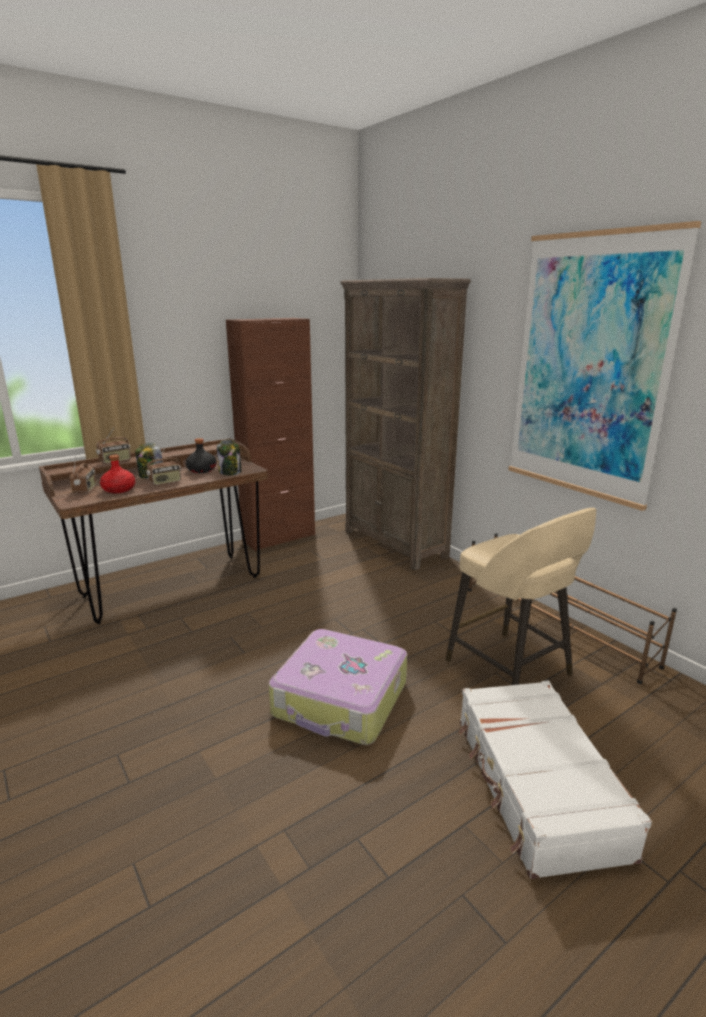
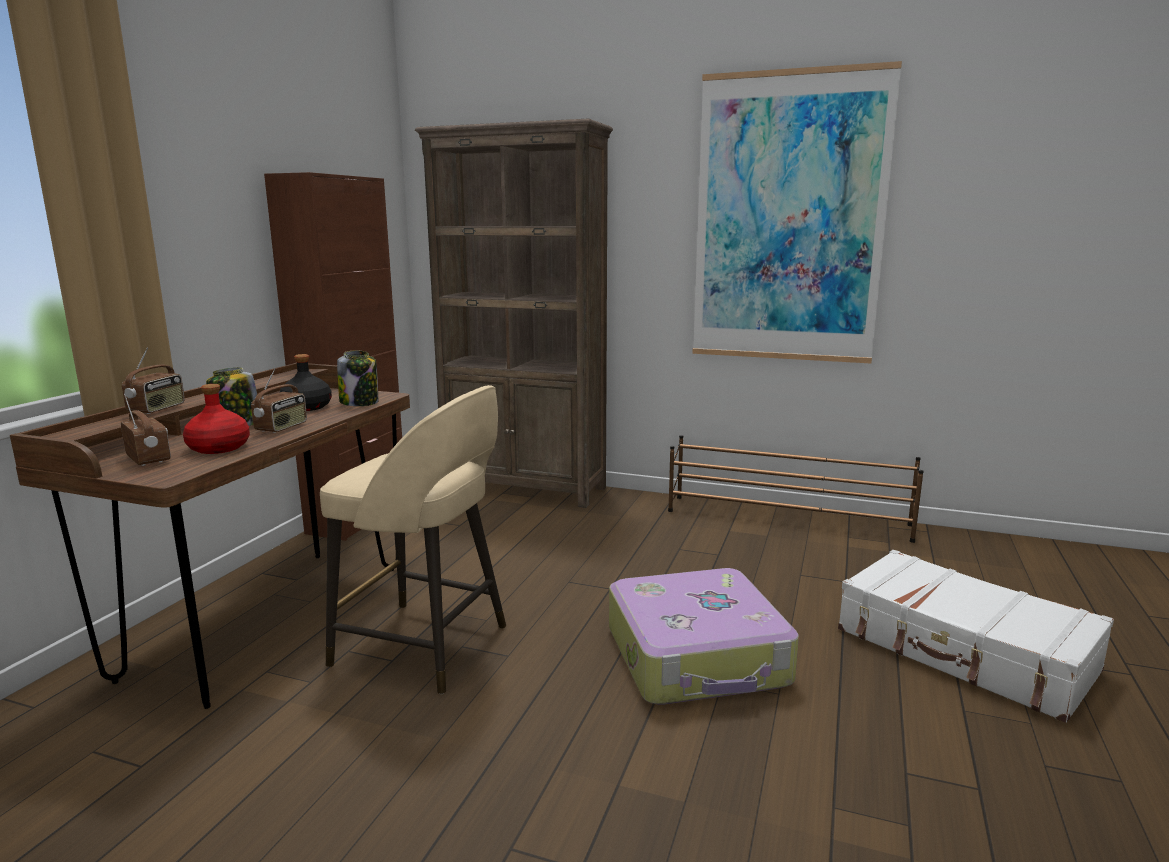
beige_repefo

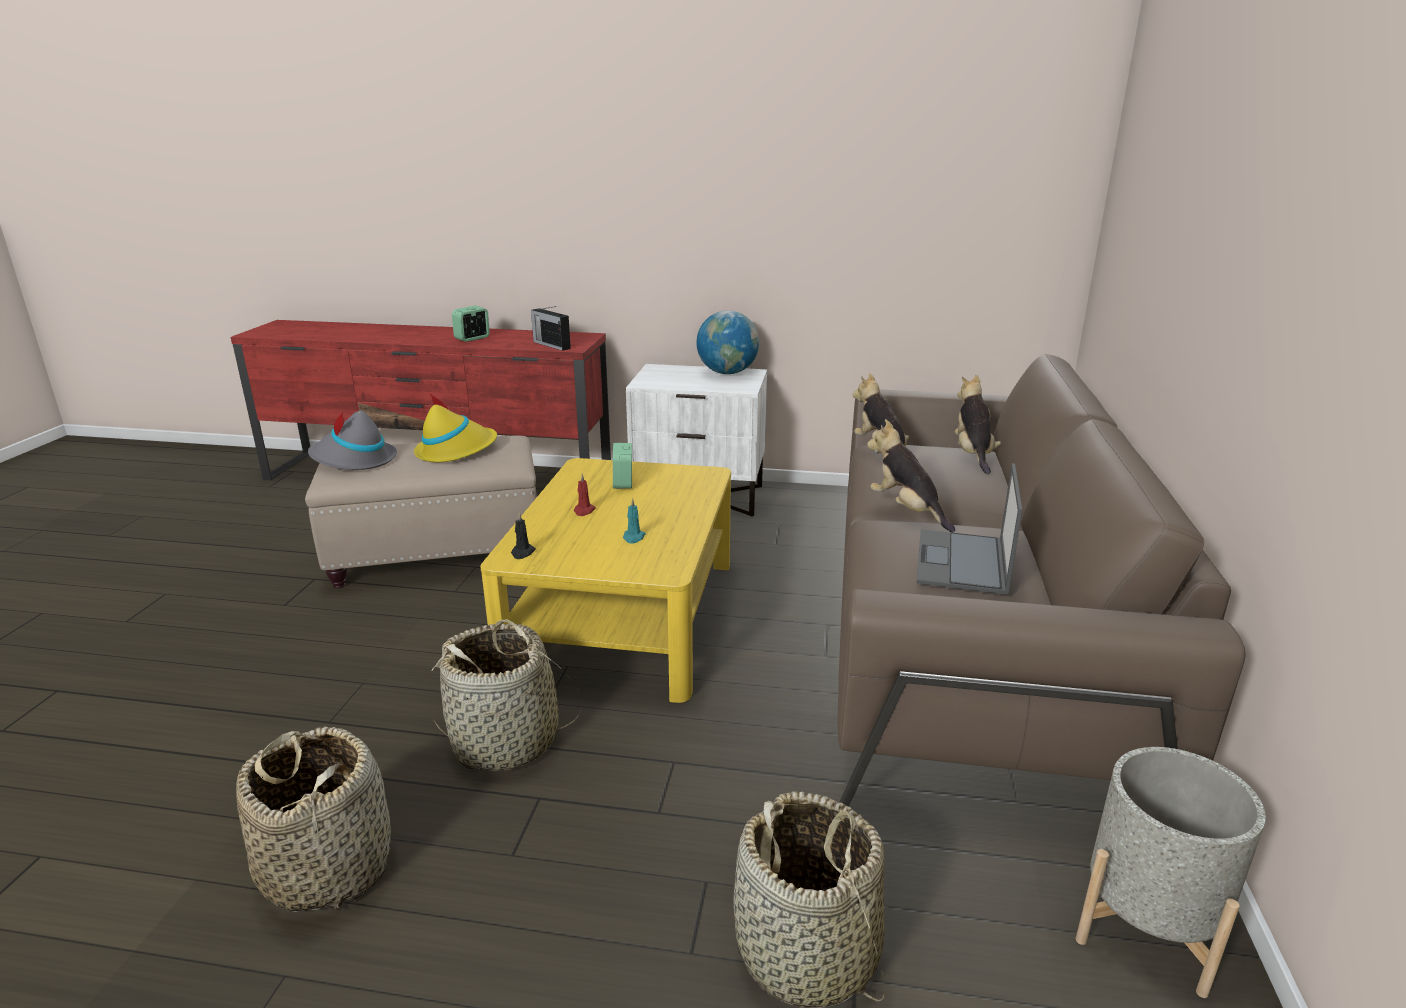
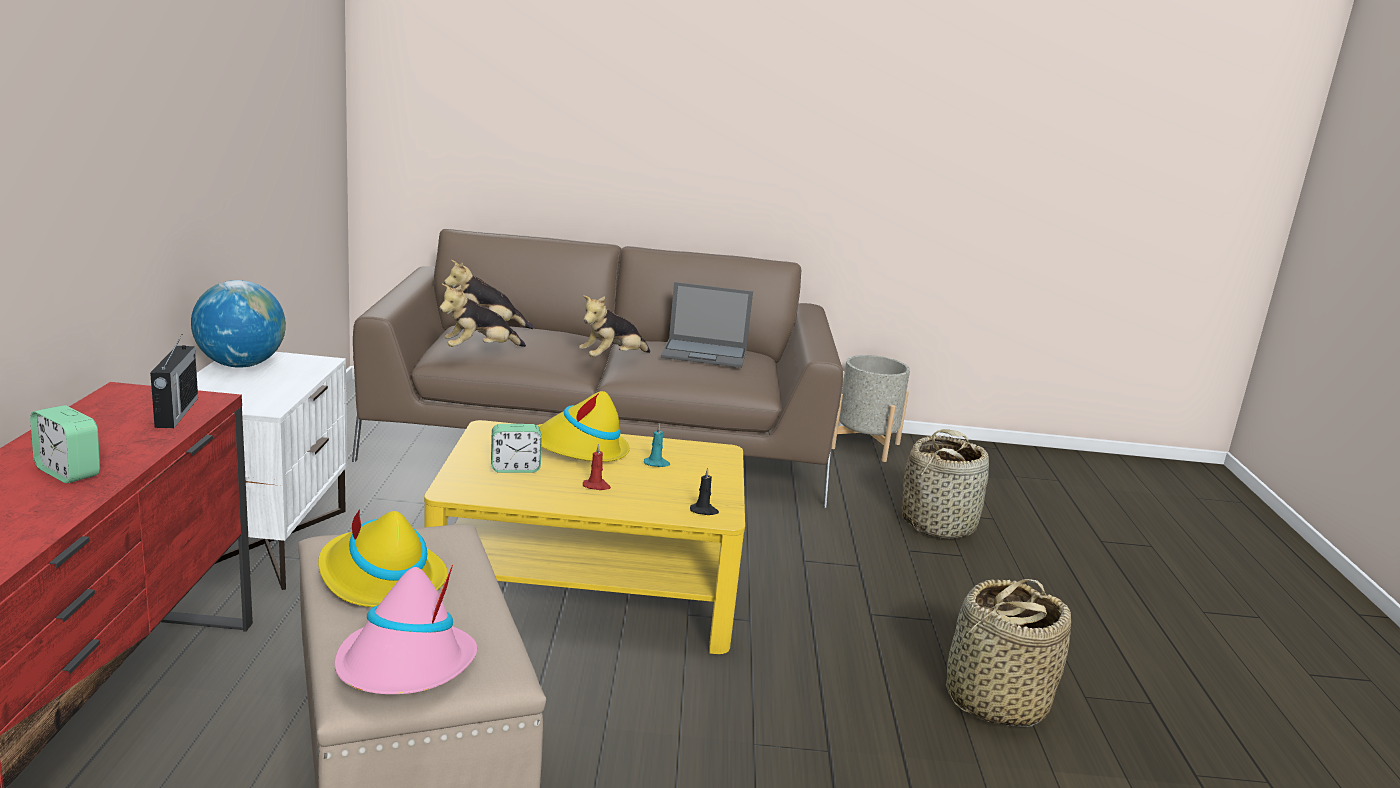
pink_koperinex; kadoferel (2nd from left in the first image); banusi; yellow_koperinex (2nd from left)

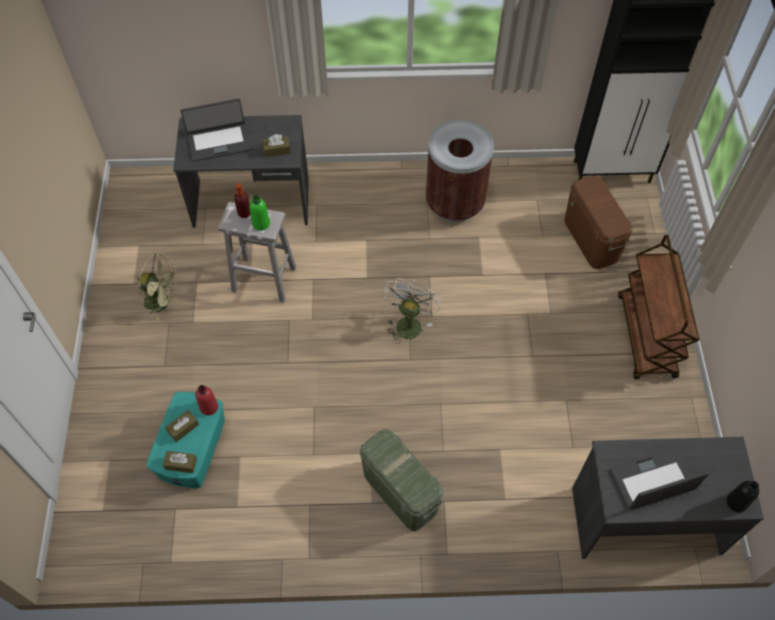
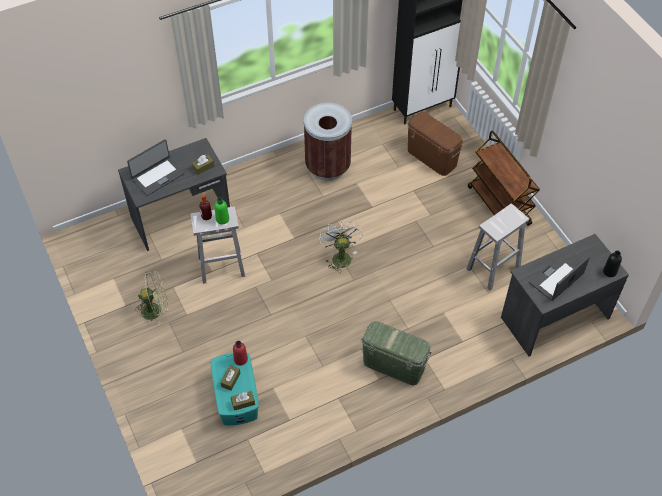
white_repefo (2nd from left)

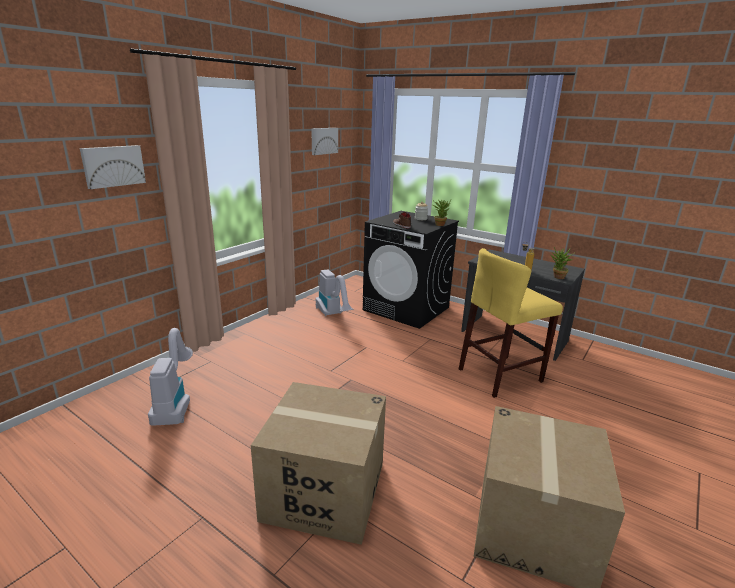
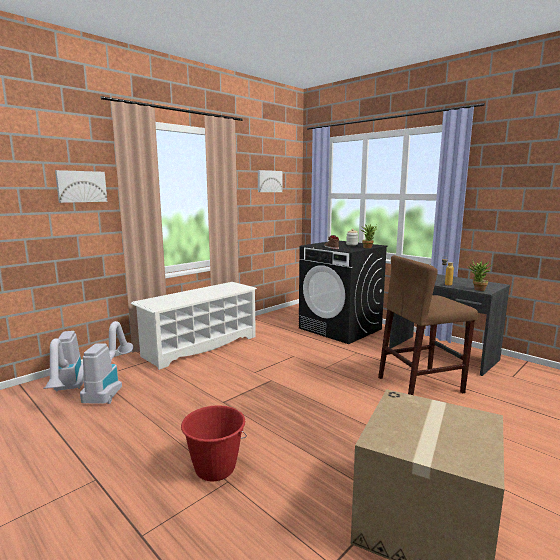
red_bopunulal; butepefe (1st from left); brown_repefo; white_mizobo

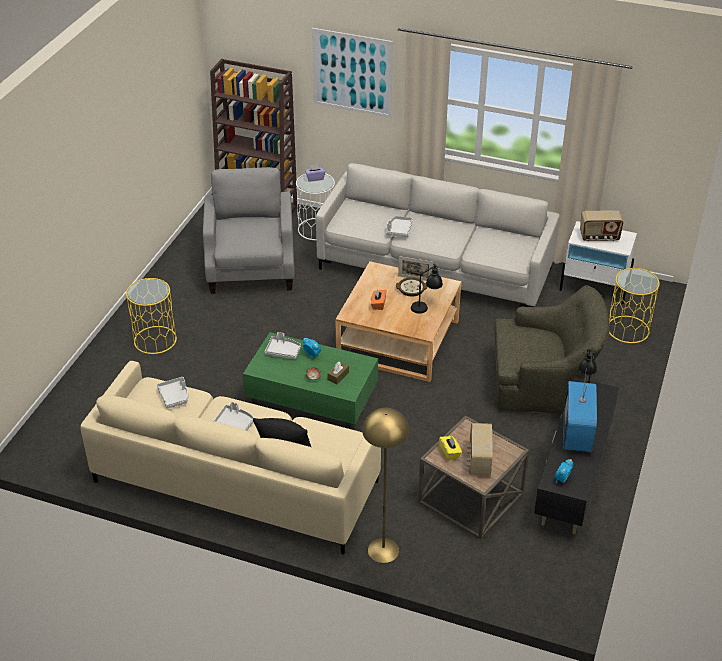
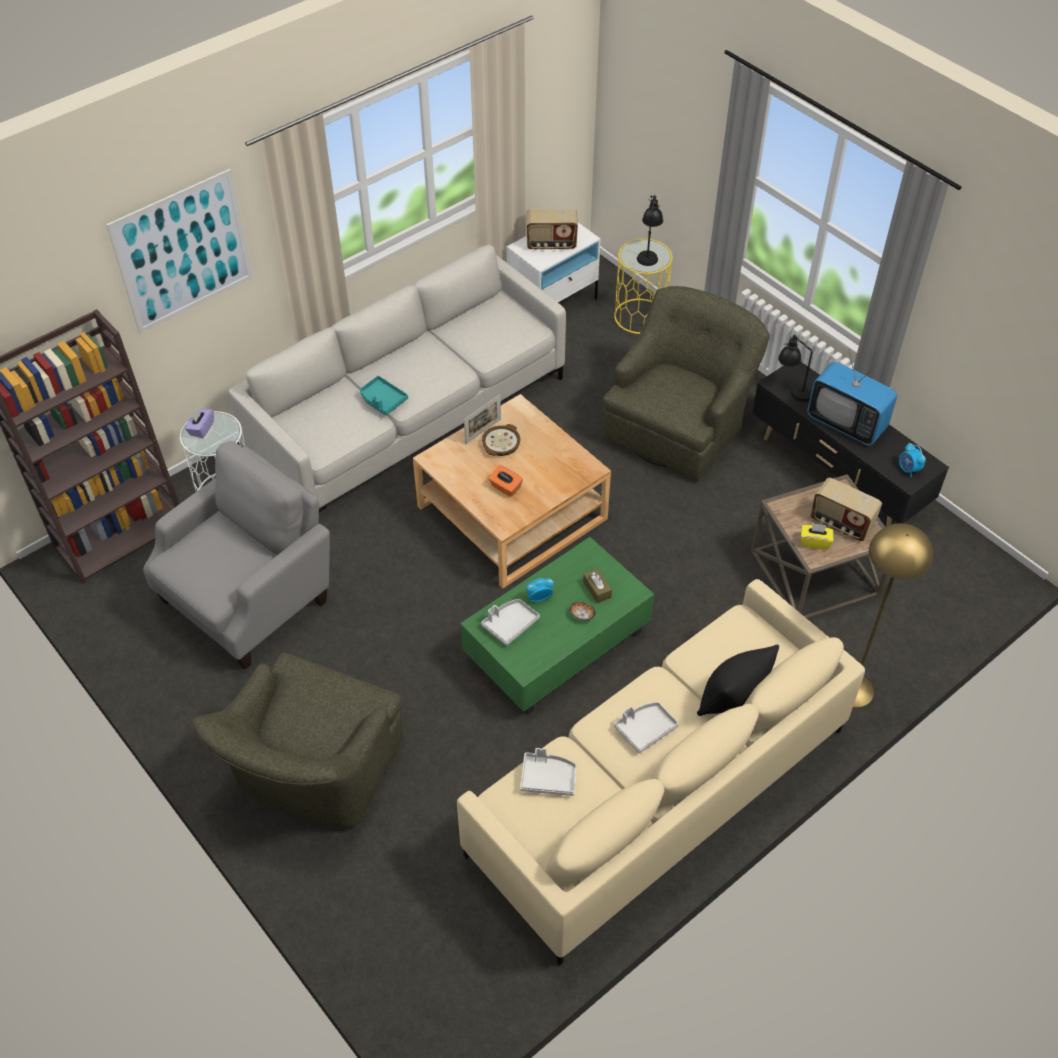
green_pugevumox (1st from left); grey_pugevumox; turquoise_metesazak; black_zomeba (1st from left); banusi (1st from left)

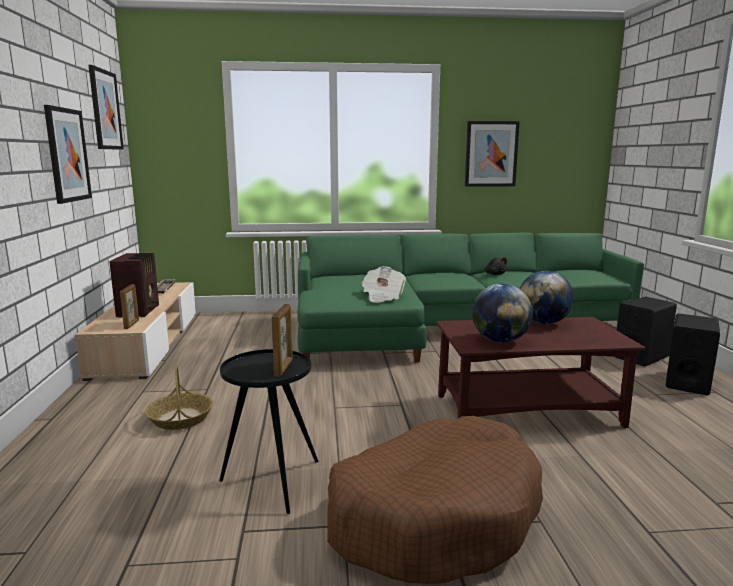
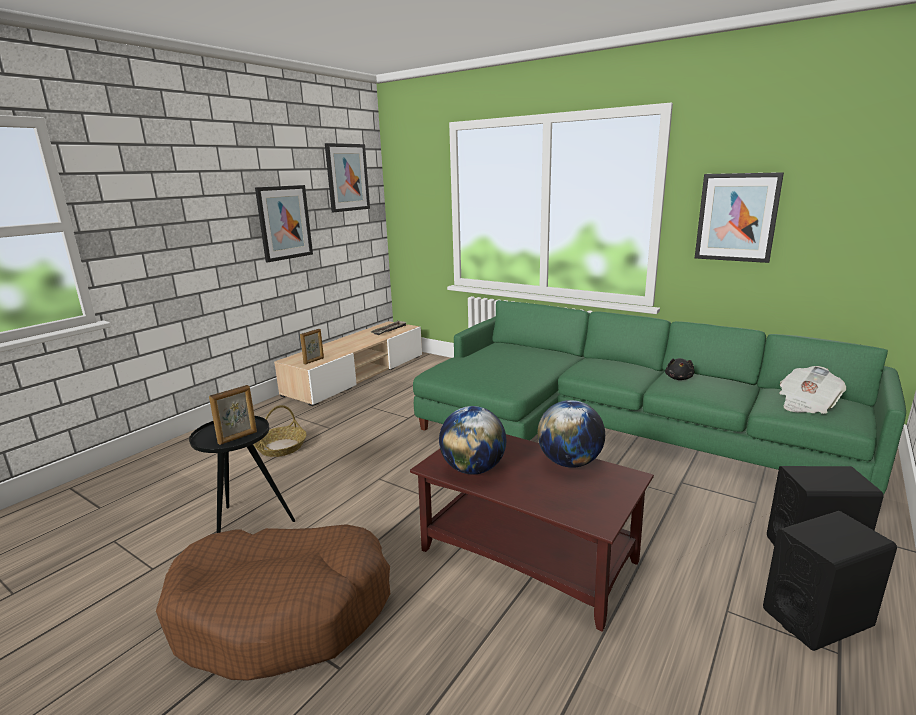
banusi; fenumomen

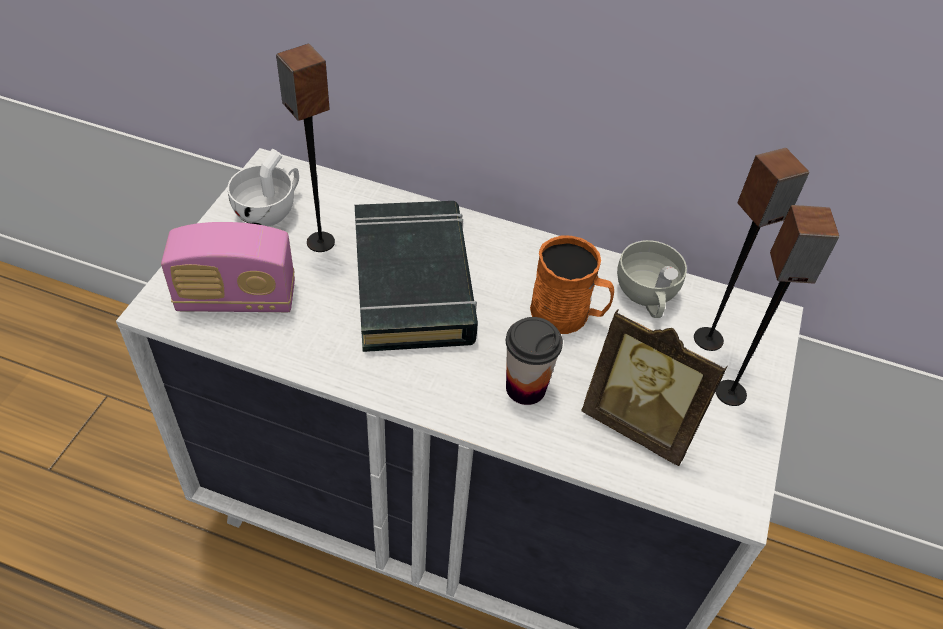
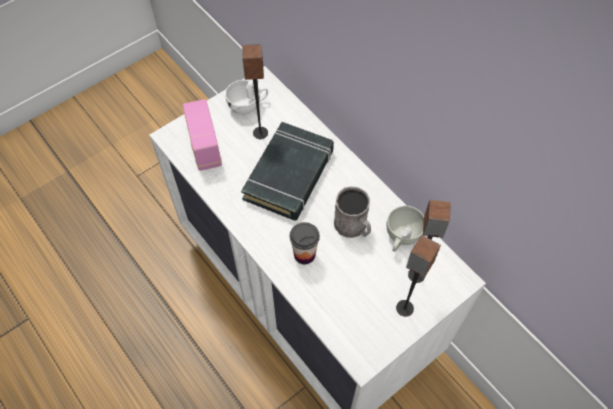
banusi; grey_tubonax; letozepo

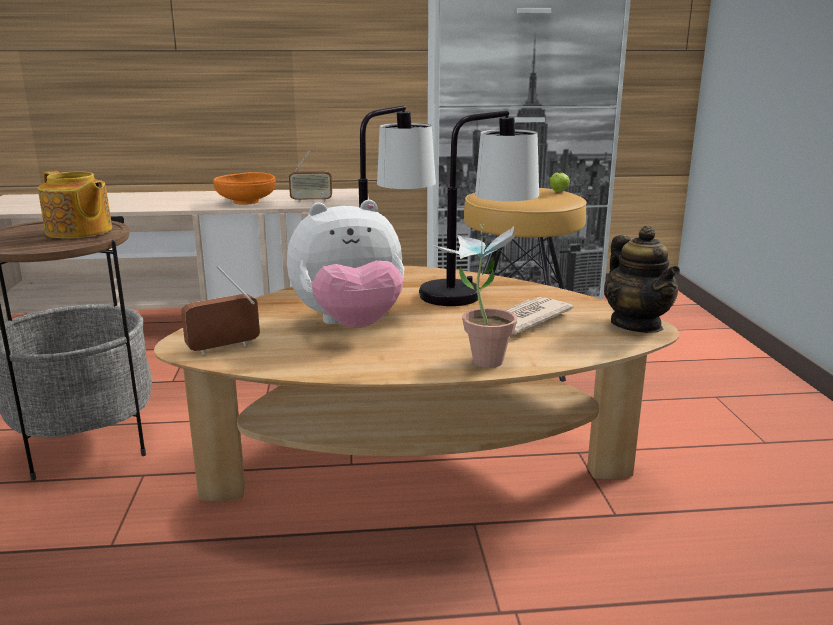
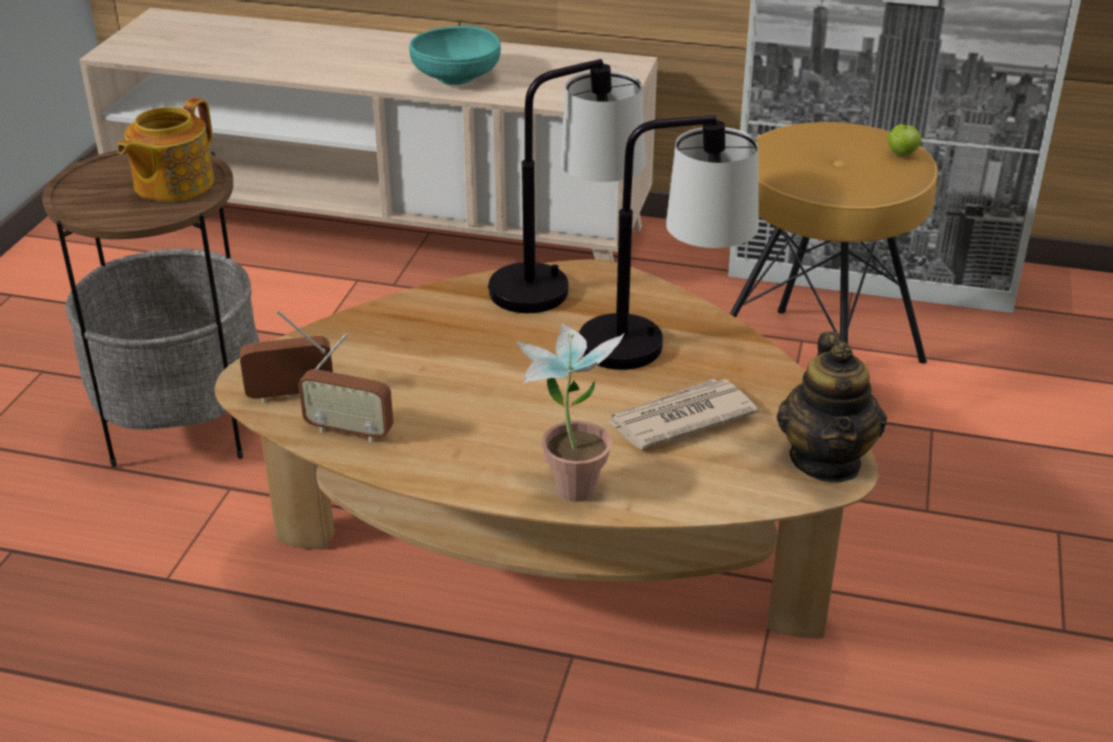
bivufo (1st from left); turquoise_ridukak; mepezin; banusi (2nd from left)

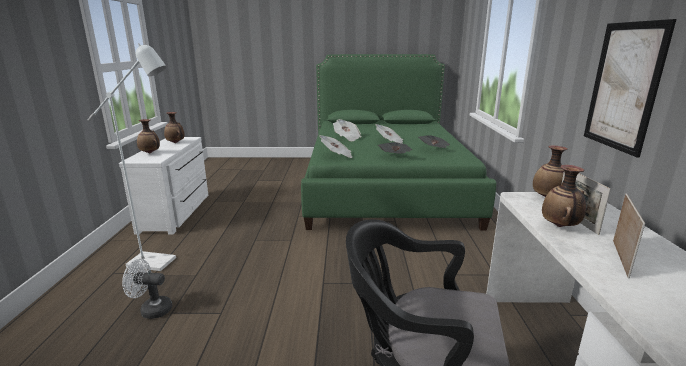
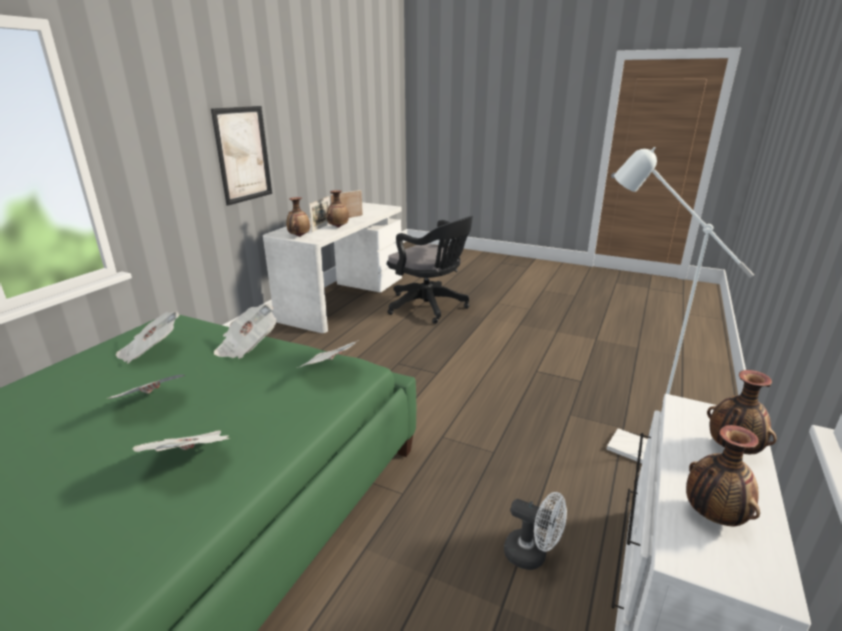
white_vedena

